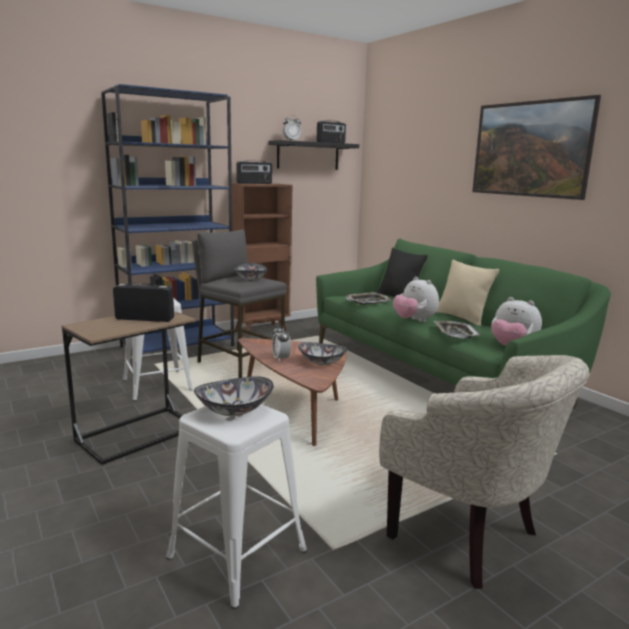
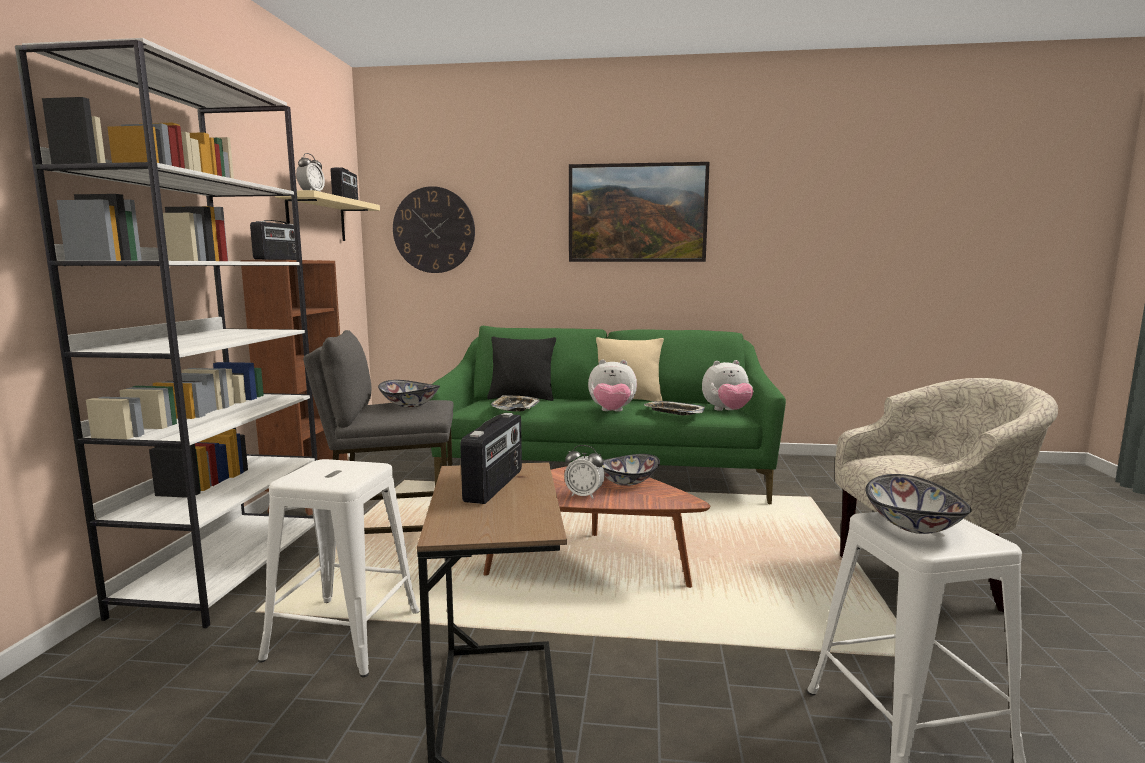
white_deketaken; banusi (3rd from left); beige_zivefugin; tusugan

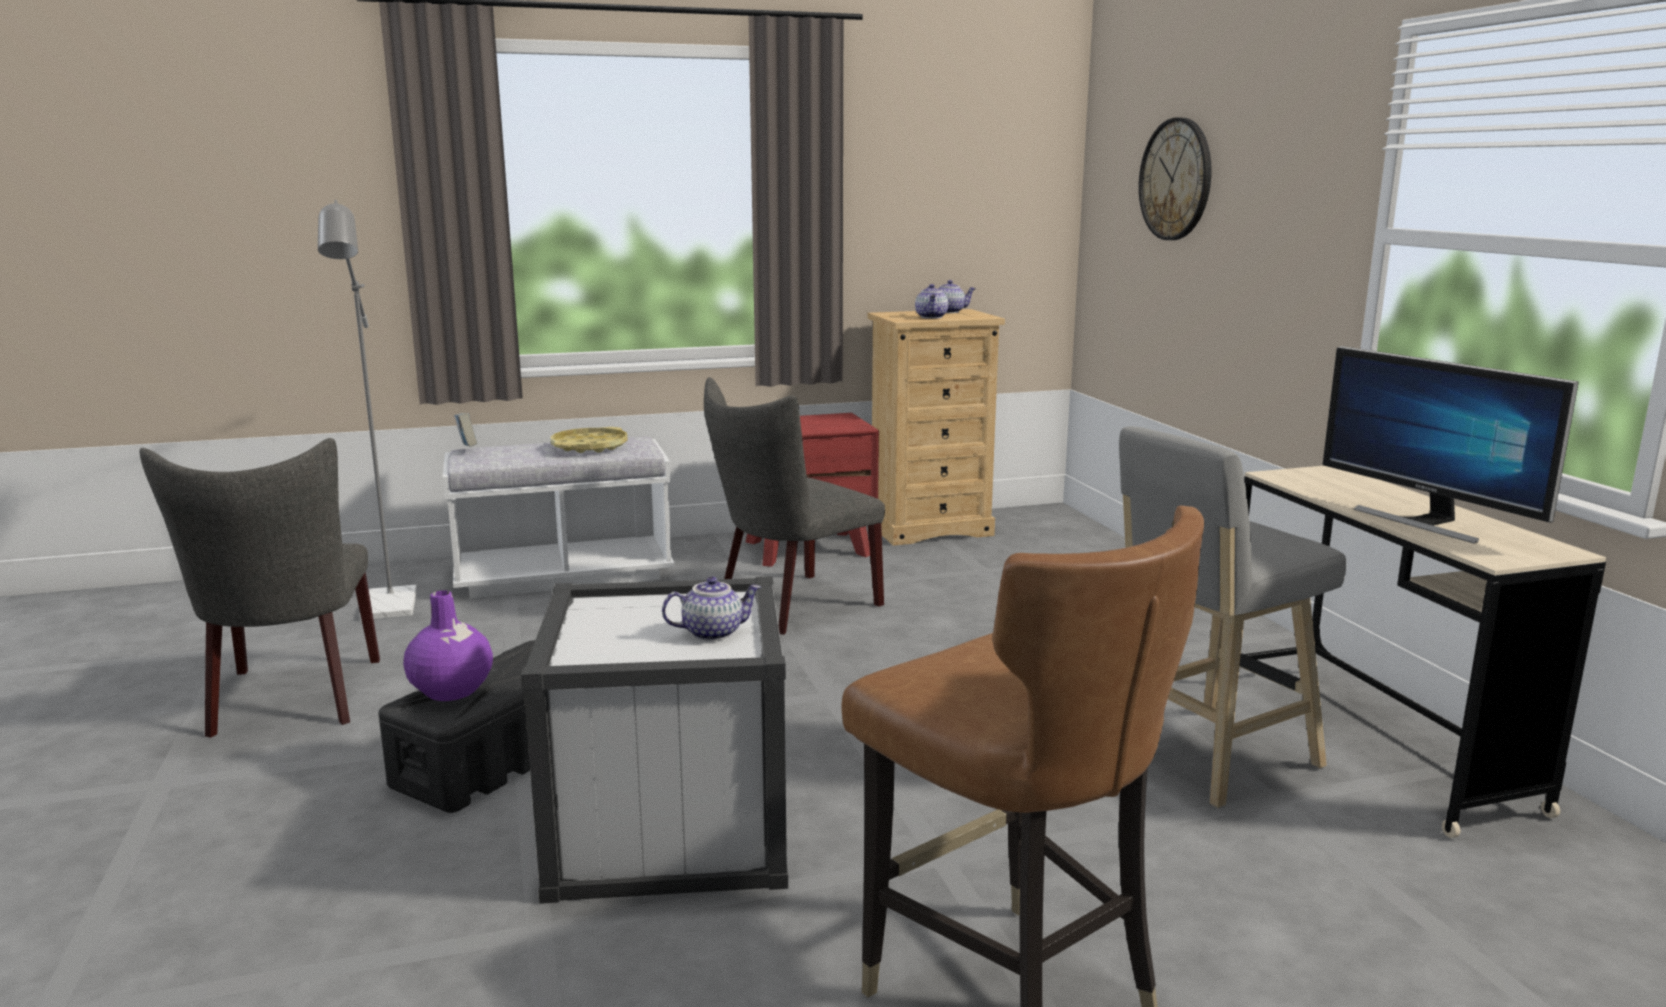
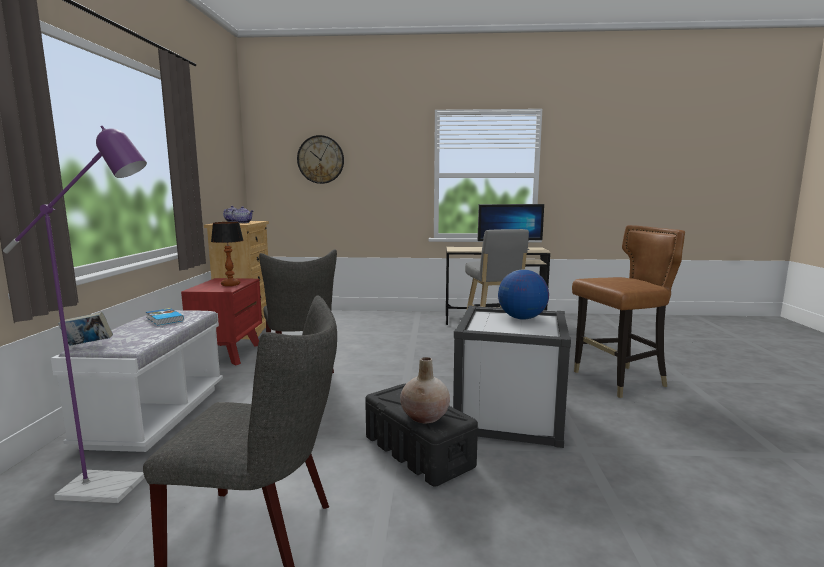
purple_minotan; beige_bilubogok; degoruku (2nd from left); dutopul; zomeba

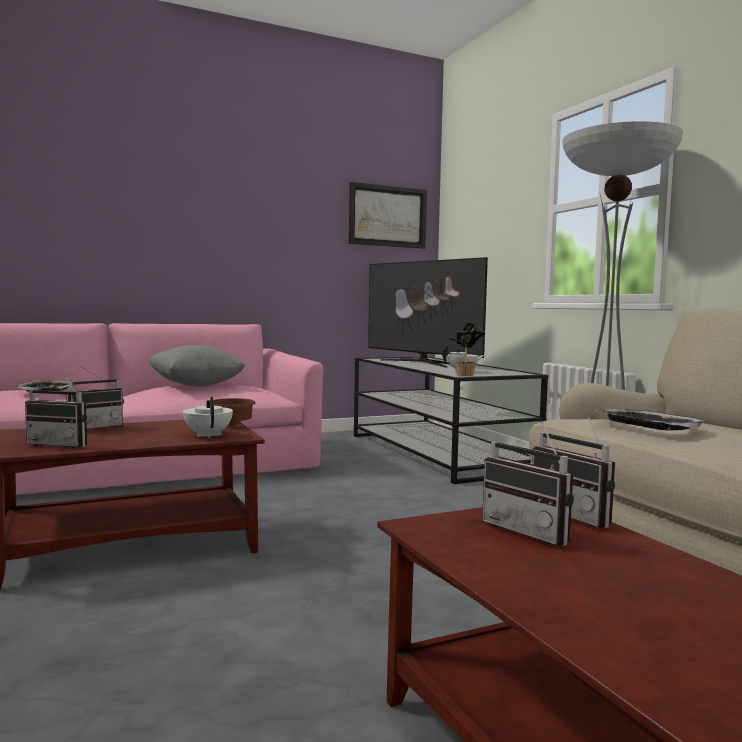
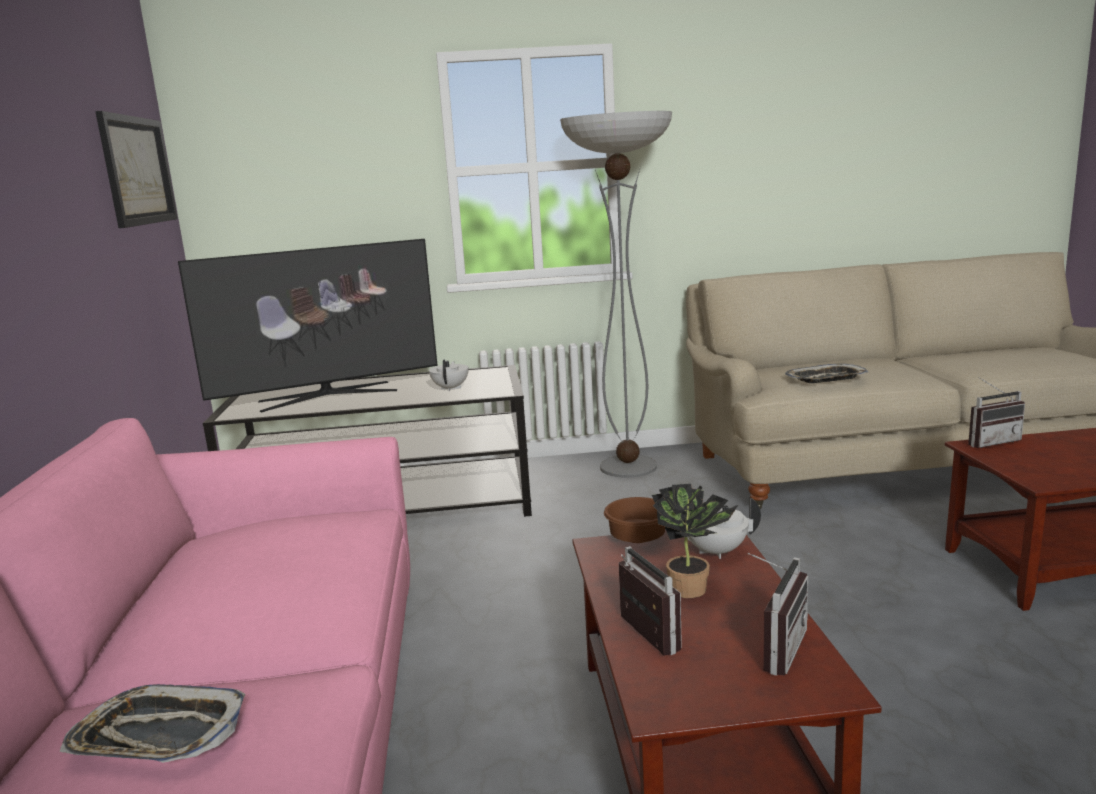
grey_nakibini; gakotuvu; banusi (3rd from left in the first image)

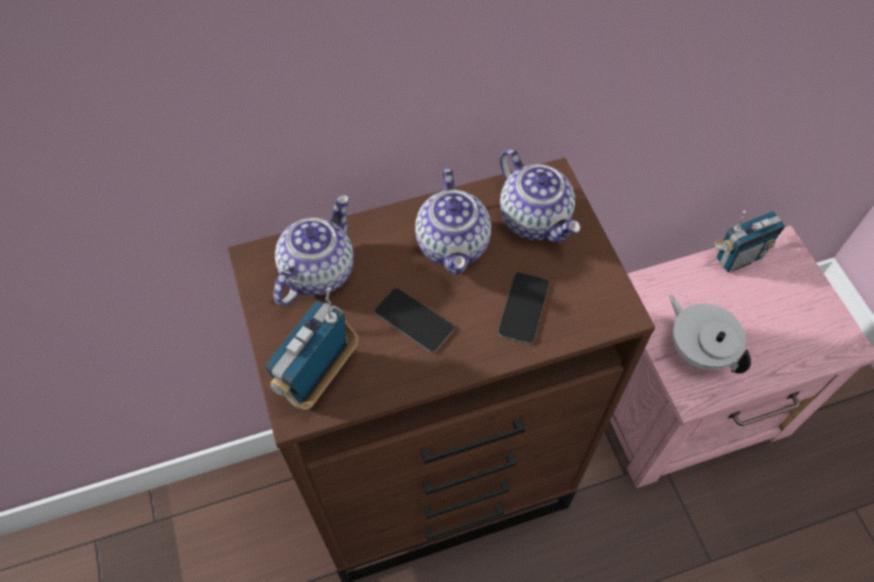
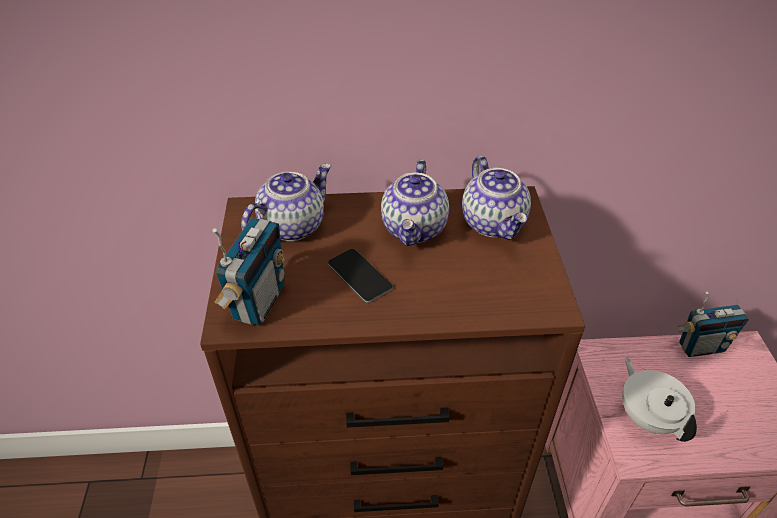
banusi (1st from left); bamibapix (2nd from left in the first image)

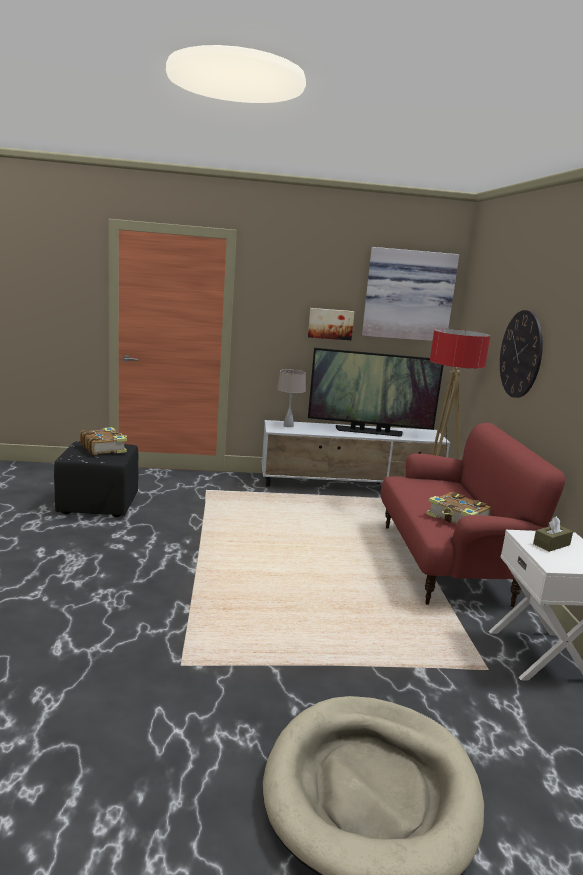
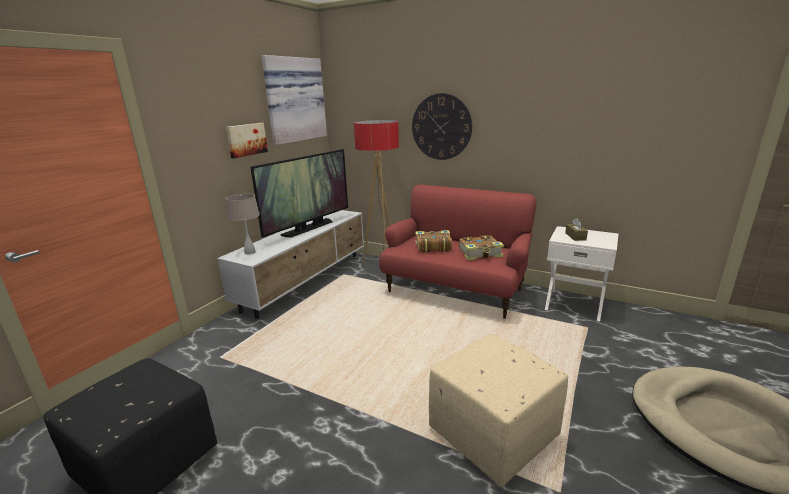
degoruku (1st from left); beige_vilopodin

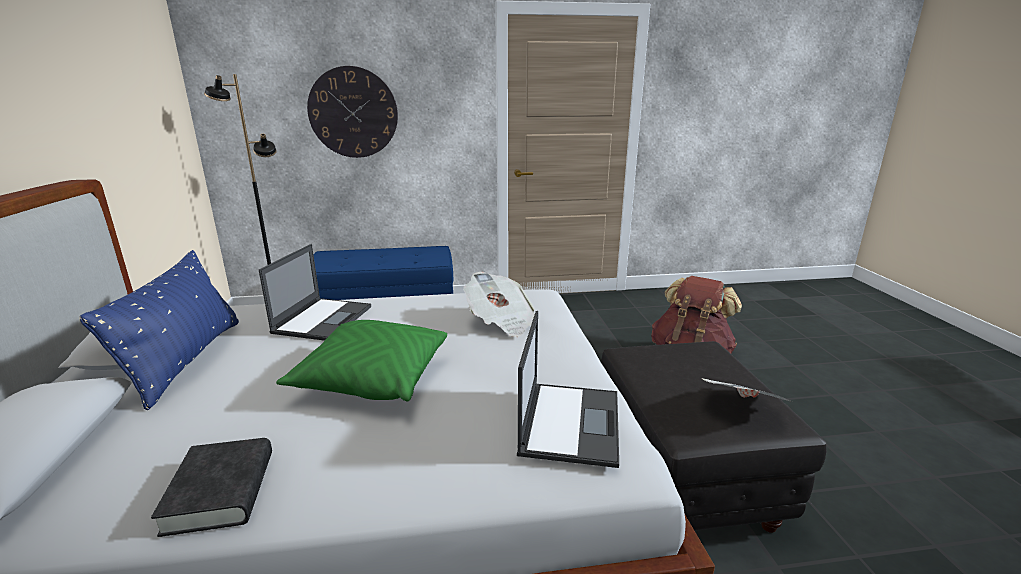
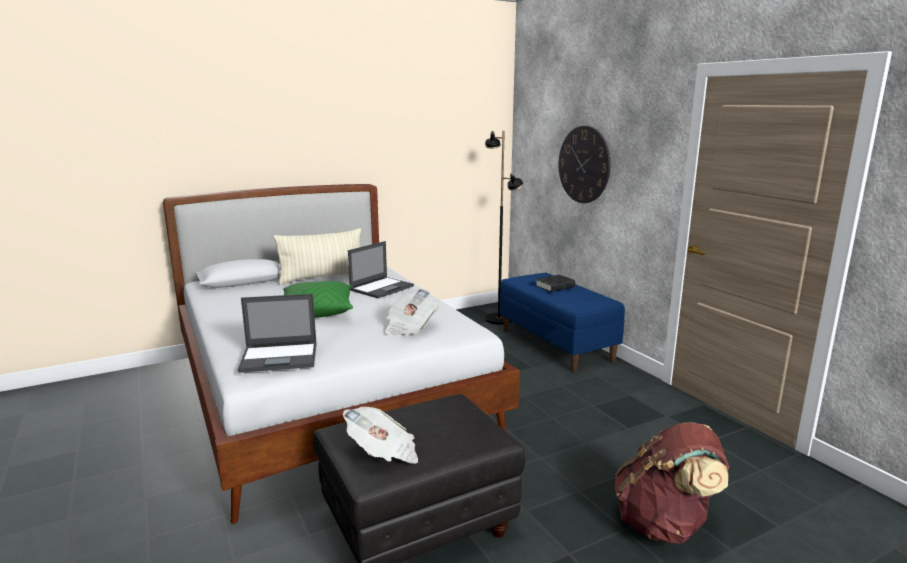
beige_nakibini; black_degoruku; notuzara (2nd from left)

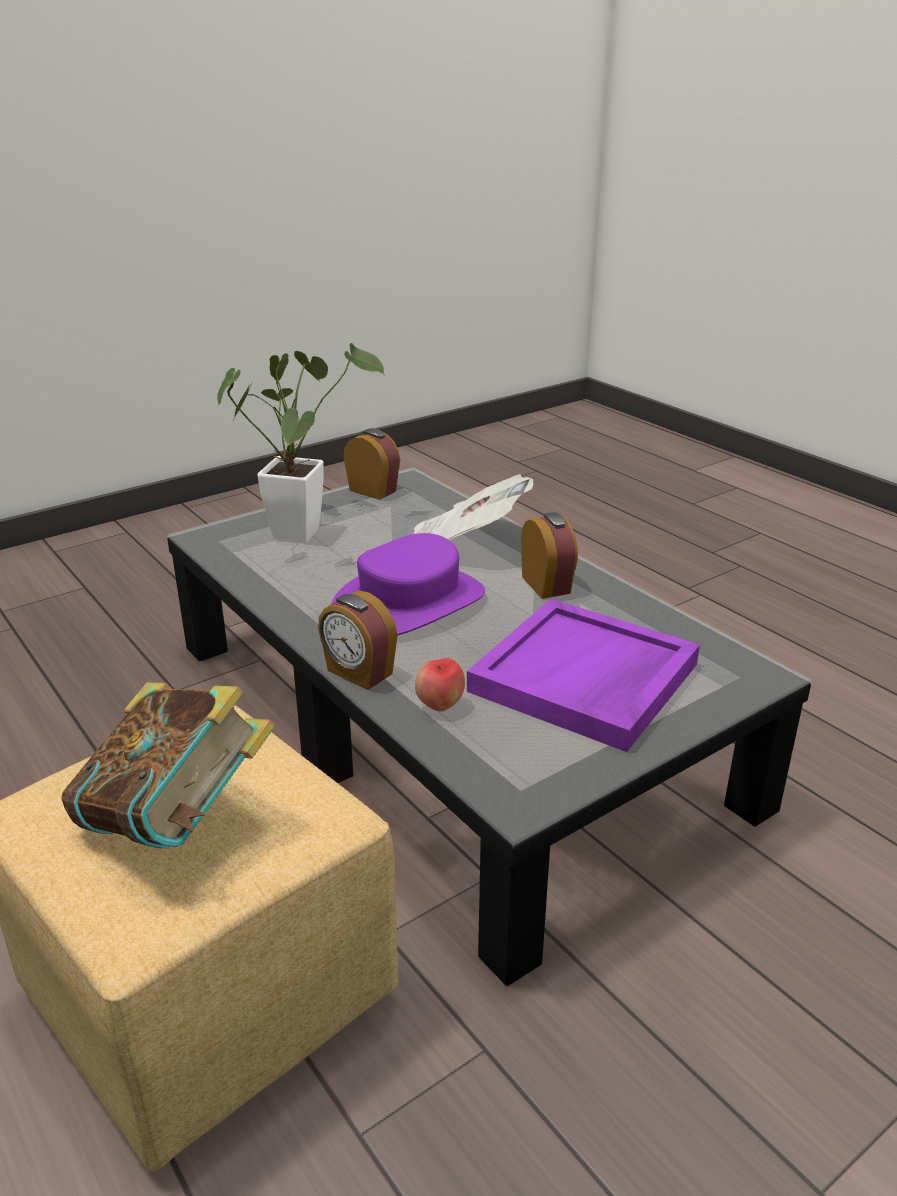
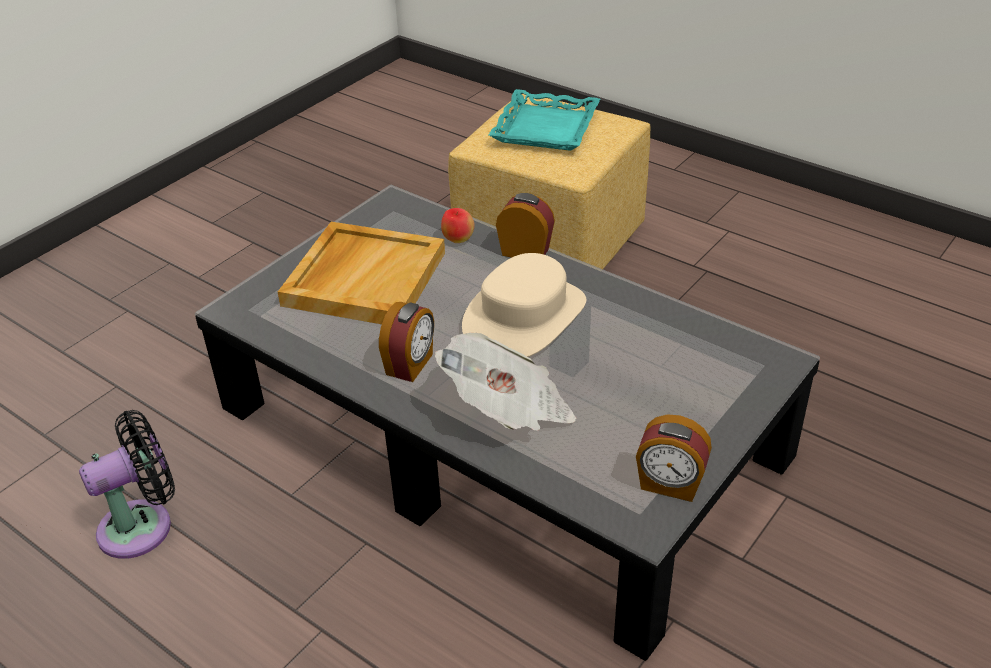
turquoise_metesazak; gakotuvu; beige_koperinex; beige_metesazak; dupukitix (1st from left); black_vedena

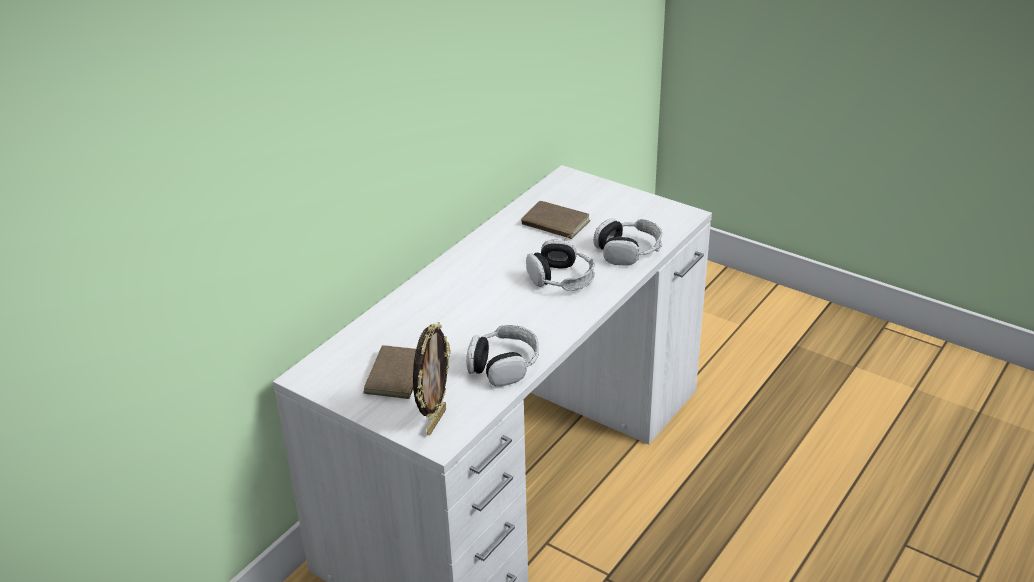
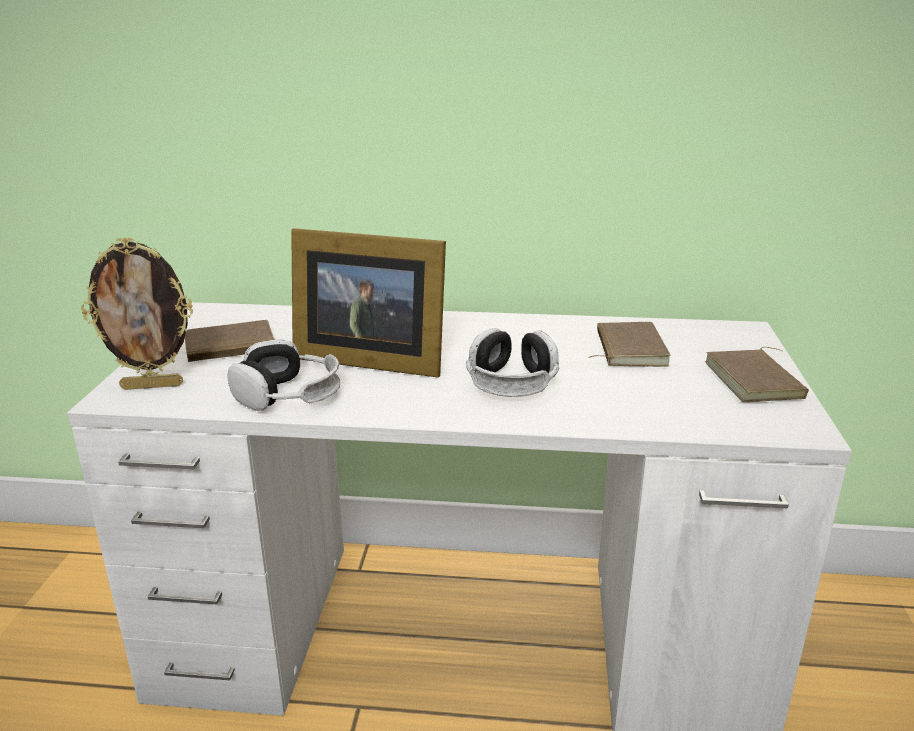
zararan (3rd from left in the first image); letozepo (2nd from left); brown_degoruku (3rd from left)

